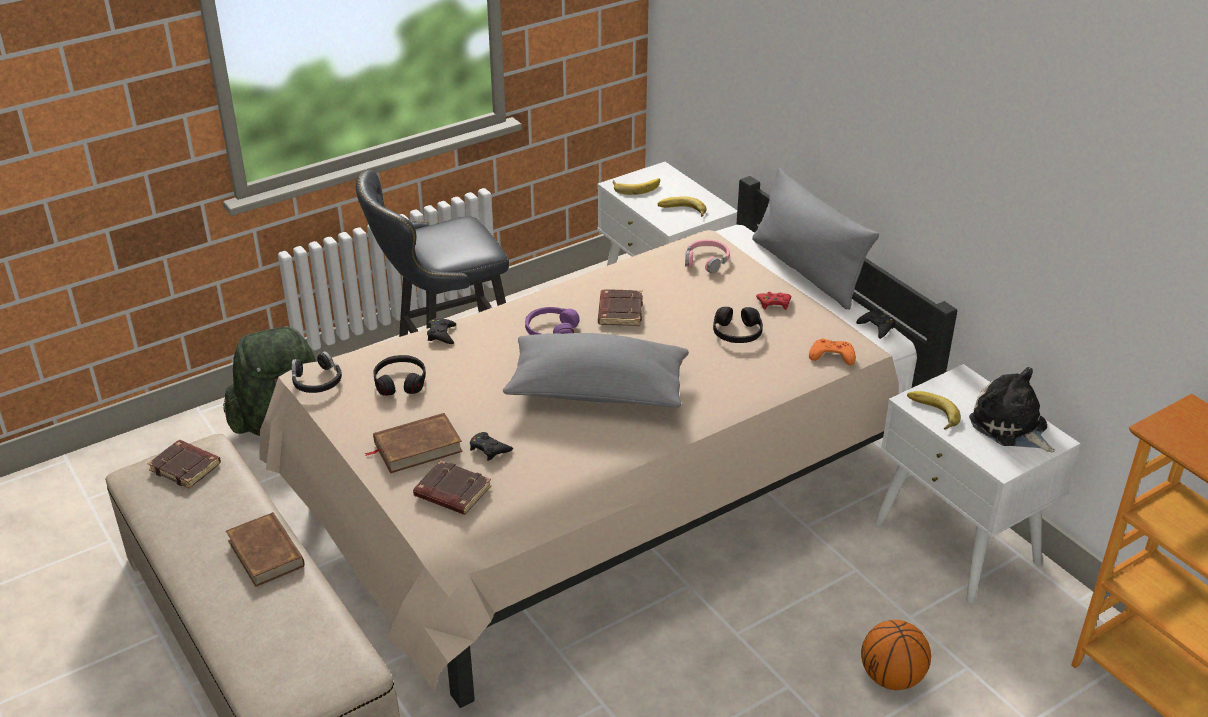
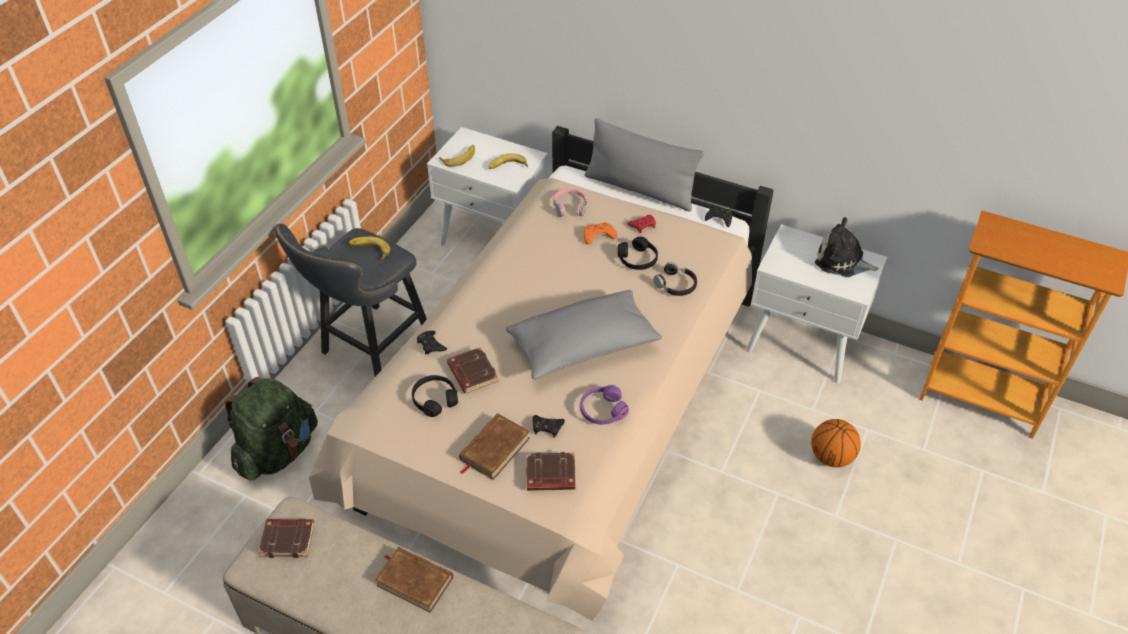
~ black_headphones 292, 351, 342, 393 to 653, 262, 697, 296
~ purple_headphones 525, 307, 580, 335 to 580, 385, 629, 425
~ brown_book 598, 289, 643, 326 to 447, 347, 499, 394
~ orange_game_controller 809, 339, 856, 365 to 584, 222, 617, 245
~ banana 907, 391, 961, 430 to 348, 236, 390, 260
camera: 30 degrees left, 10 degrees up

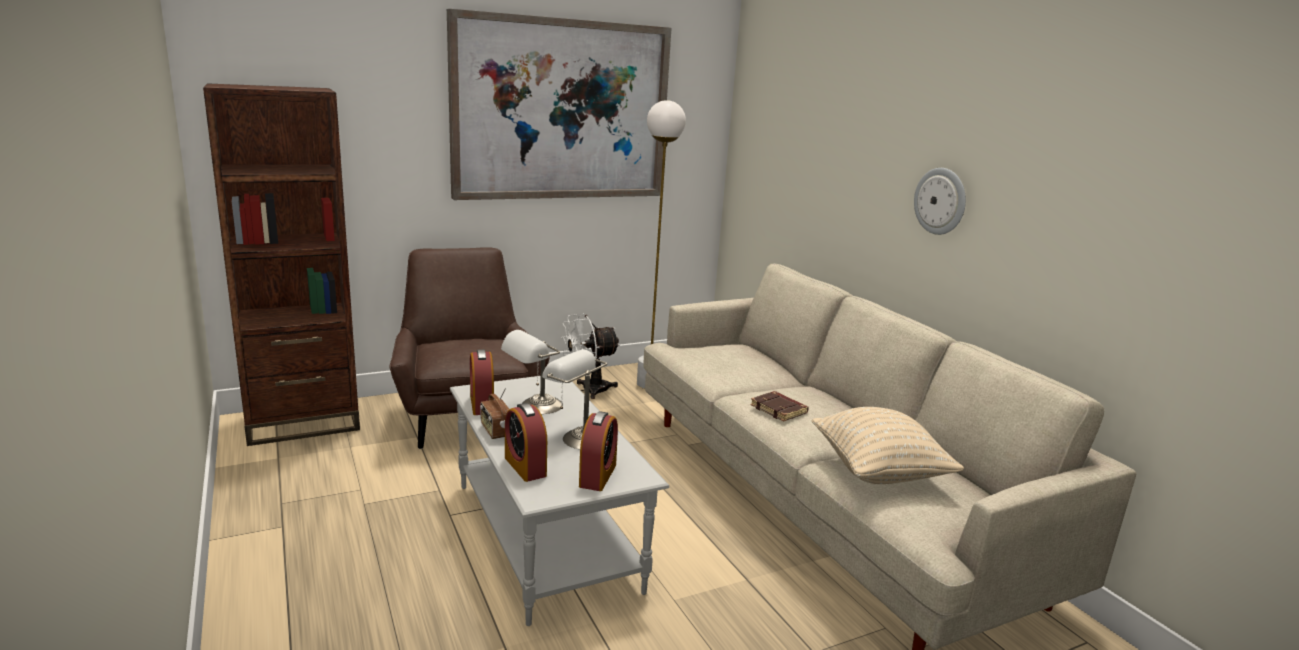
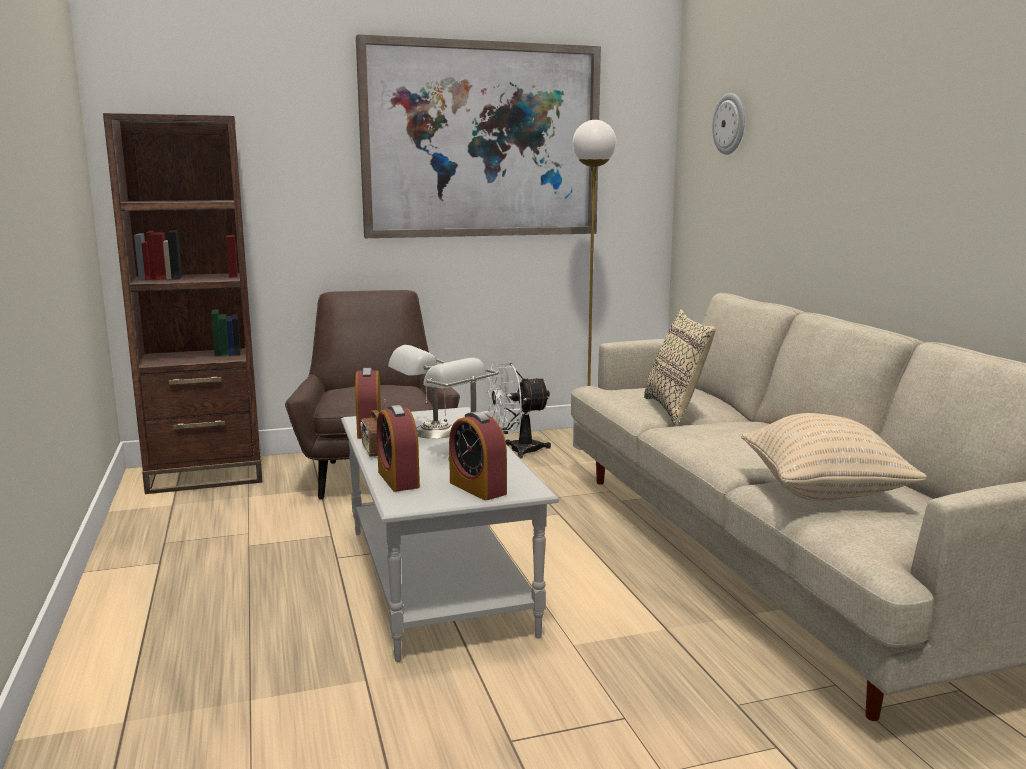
~ alarm_clock 579, 411, 618, 491 = 449, 411, 507, 500 120 degrees clockwise
- brown_book 750, 391, 809, 422
~ wall_clock 914, 168, 966, 235 to 712, 93, 745, 155
+ beige_pillow 644, 309, 716, 425
camera: 10 degrees right, 5 degrees down

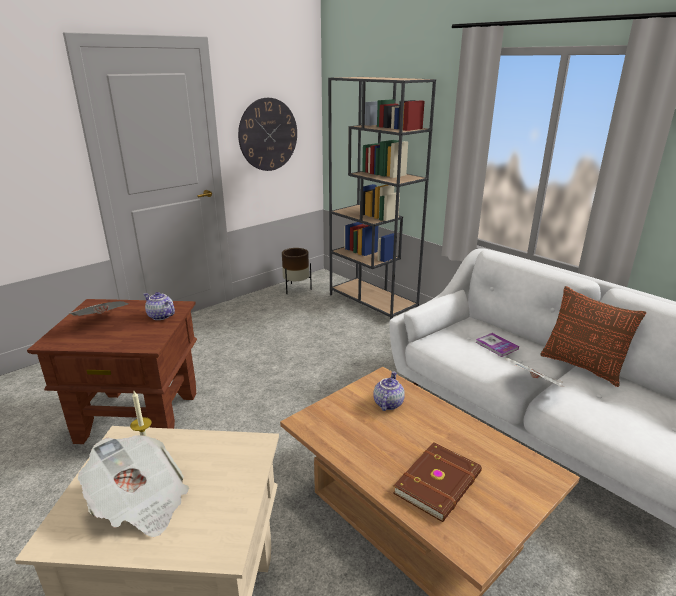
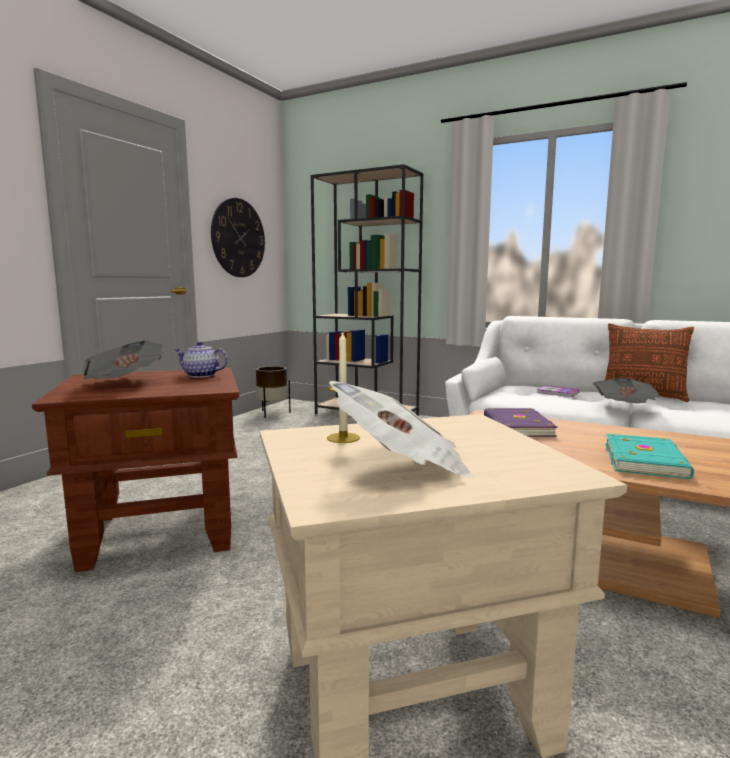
~ teapot 373, 371, 405, 411 to purple_book 484, 408, 558, 437
~ brown_book 393, 442, 482, 522 to turquoise_book 605, 434, 694, 479
camera: 20 degrees left, 15 degrees down

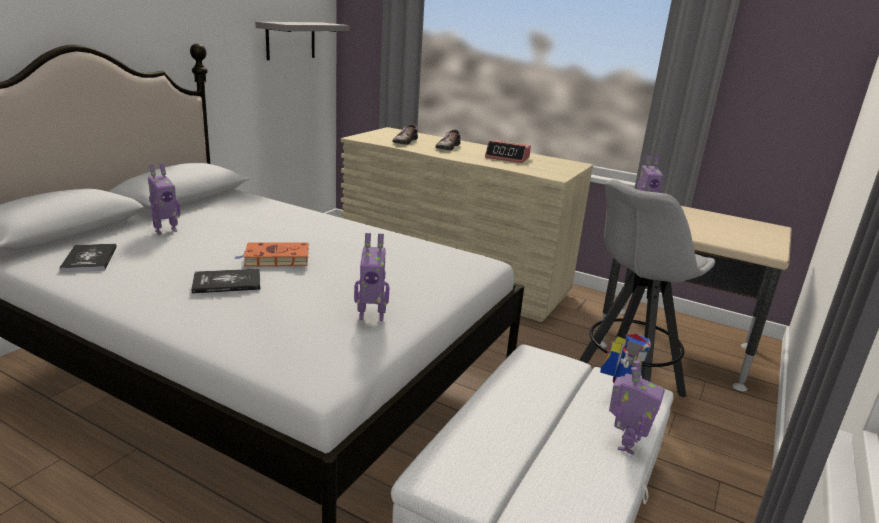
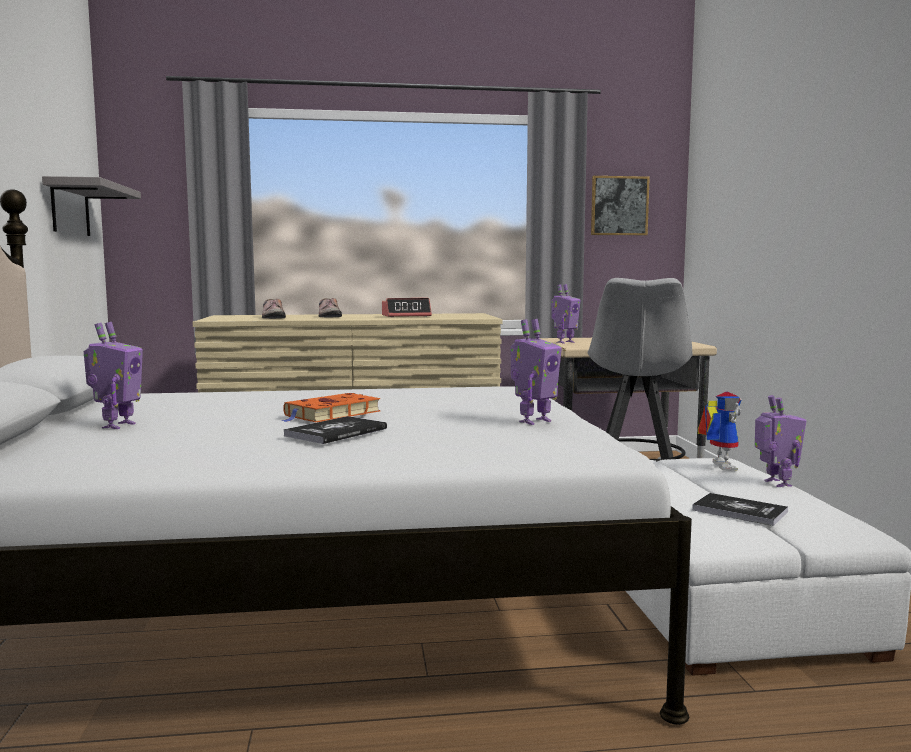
~ book 59, 244, 117, 273 to 692, 493, 788, 526
+ picture 591, 176, 650, 235
camera: 35 degrees left, 15 degrees down

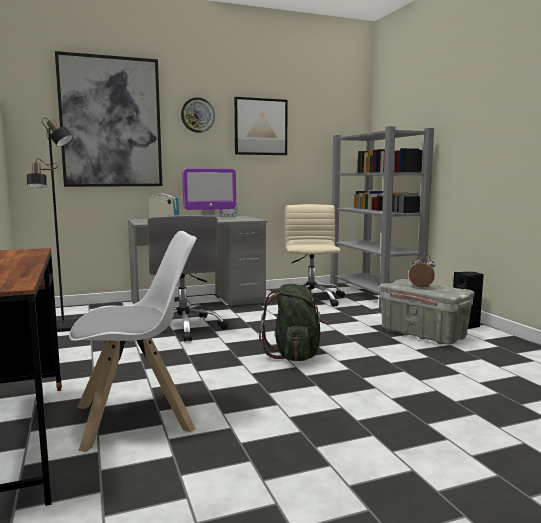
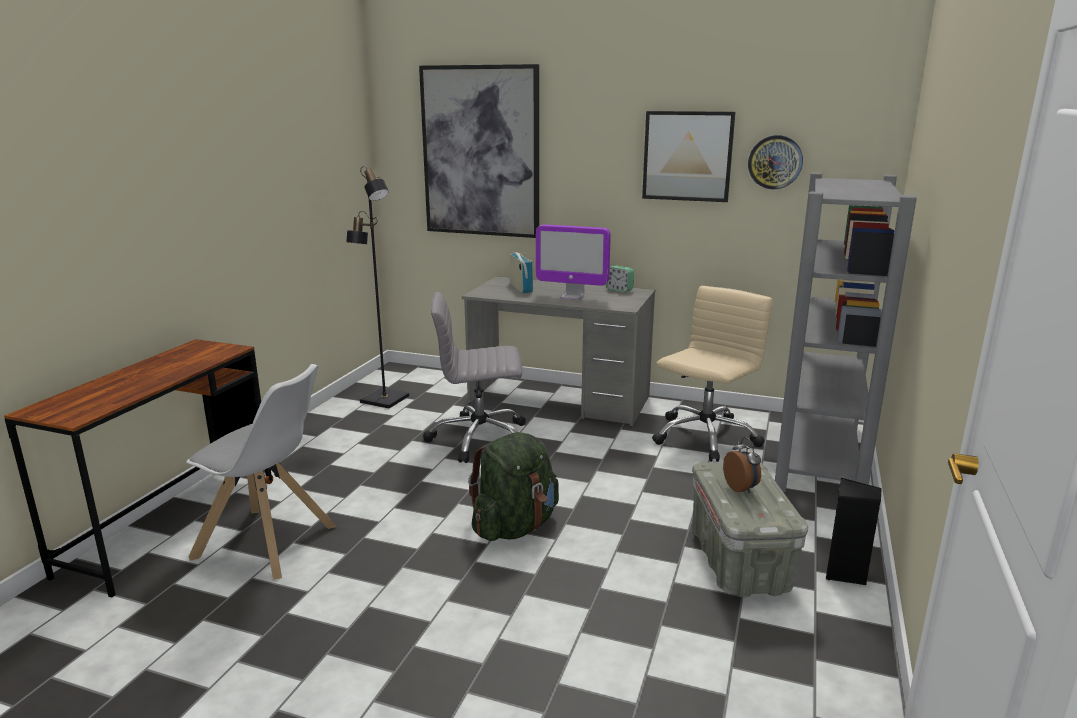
~ grey_office_chair 147, 215, 229, 341 = 423, 292, 526, 463 60 degrees clockwise
~ wall_clock 181, 97, 215, 133 to 748, 135, 803, 189
camera: 40 degrees right, 10 degrees up

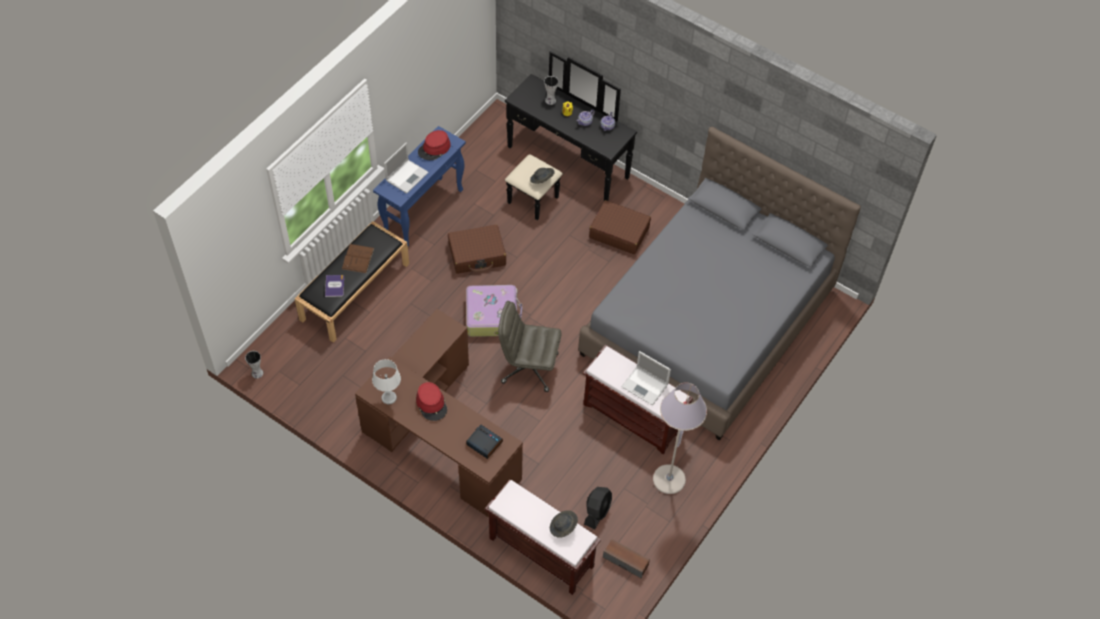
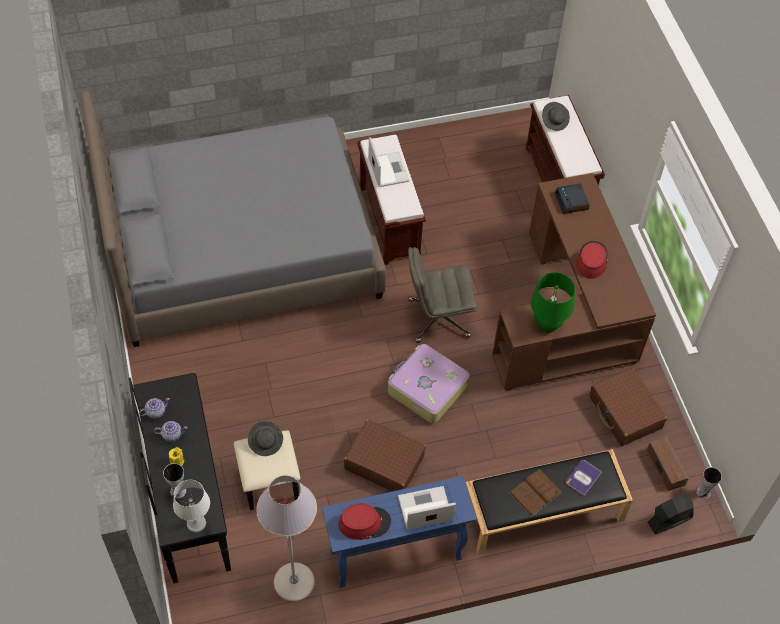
~ white_table_lamp 372, 359, 401, 404 to 173, 480, 210, 532
~ grey_office_chair 498, 301, 562, 392 = 408, 247, 477, 343 120 degrees clockwise
~ black_fan 584, 487, 612, 529 to 648, 493, 694, 534
~ brown_suitcase 589, 200, 651, 254 to 589, 368, 667, 446
~ speaker 603, 539, 650, 578 to 647, 437, 689, 491
~ grey_floor_lamp 653, 383, 707, 494 to 256, 475, 317, 601
+ green_table_lamp 531, 272, 575, 333
camera: 140 degrees left, 0 degrees up

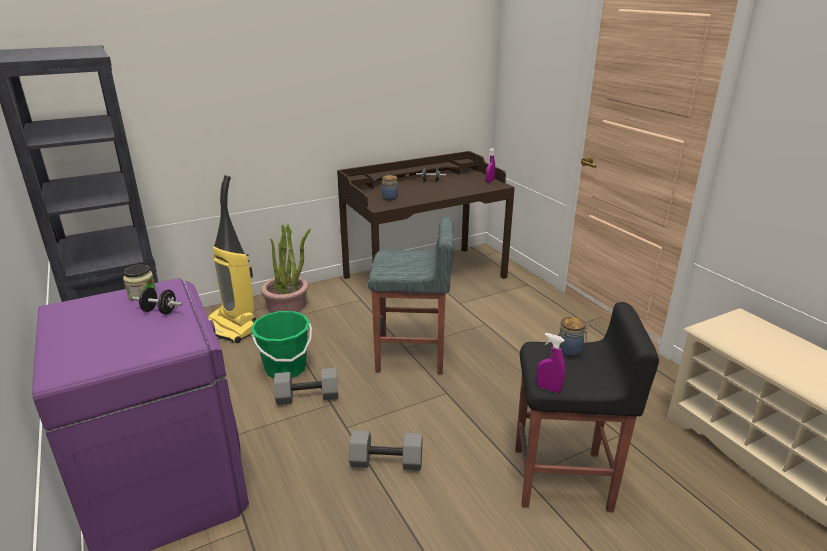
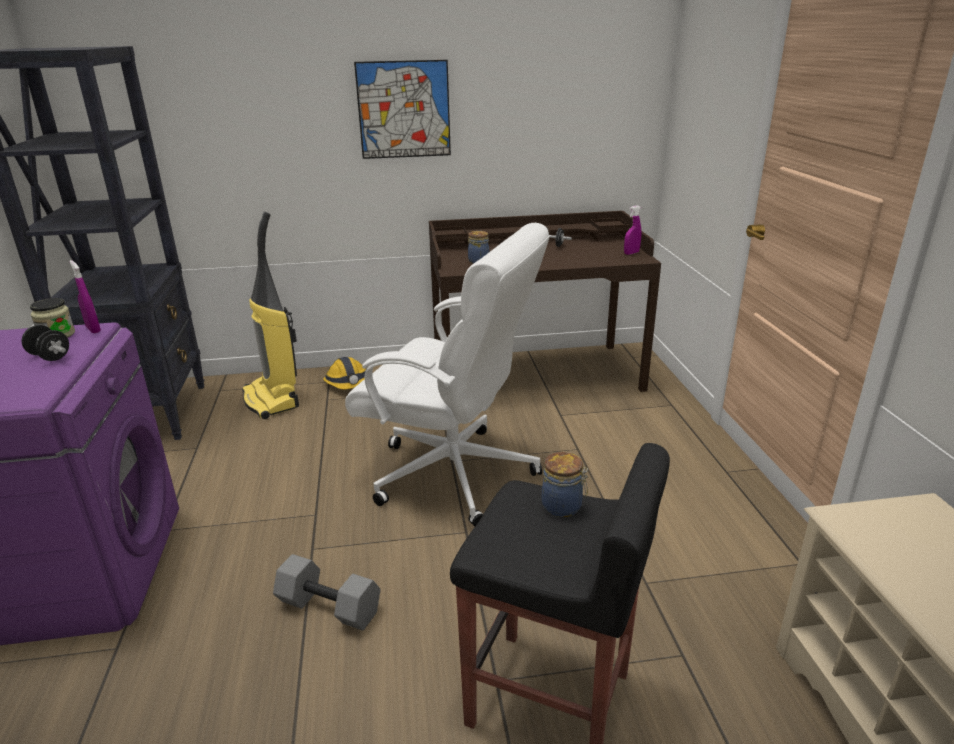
- green_bucket 251, 311, 312, 378
~ potted_plant 261, 224, 311, 313 to hard_hat 323, 357, 366, 389
- grey_dumbbell 274, 368, 338, 405
~ grey_stool 368, 217, 454, 374 to white_office_chair 345, 223, 550, 527
~ purple_spray_bottle 536, 333, 565, 393 to 70, 260, 101, 333
+ picture 354, 60, 451, 159
camera: 20 degrees right, 0 degrees up

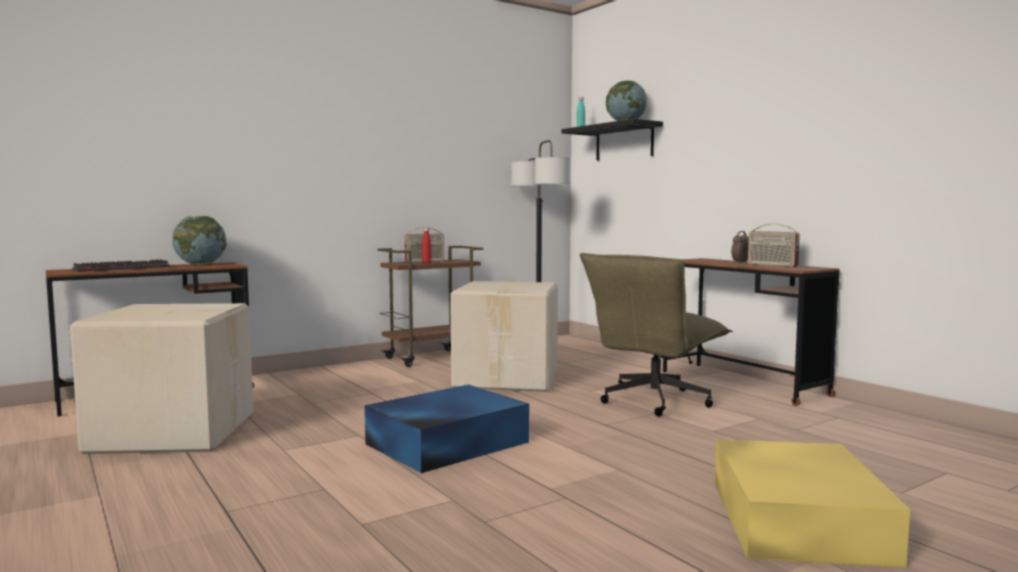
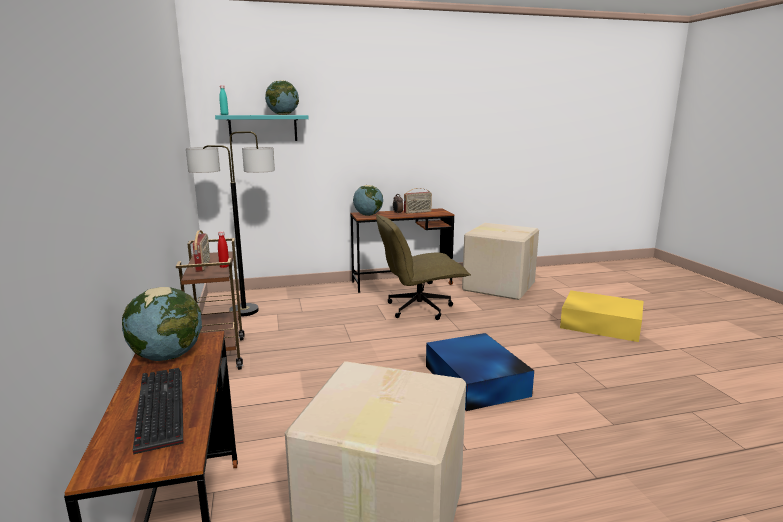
~ cardboard_box 450, 281, 558, 392 to 462, 223, 539, 300
~ black_shelf 562, 119, 663, 161 to turquoise_shelf 215, 115, 308, 141
~ beige_office_chair 580, 253, 733, 417 = 376, 214, 471, 320 105 degrees clockwise
+ globe 353, 185, 383, 216
camera: 70 degrees left, 10 degrees up

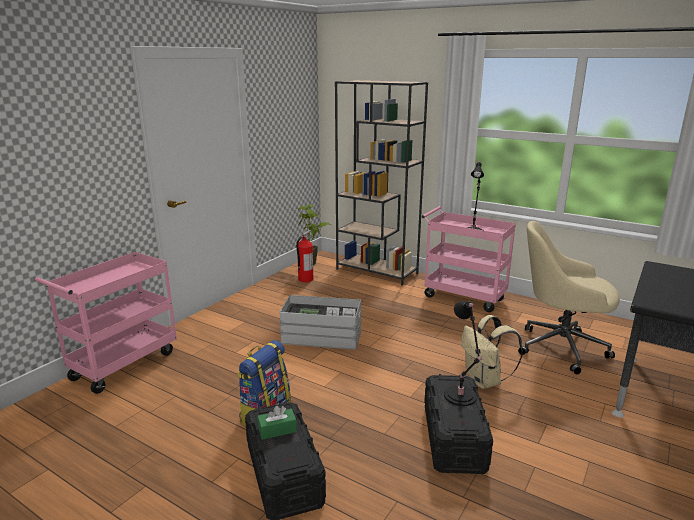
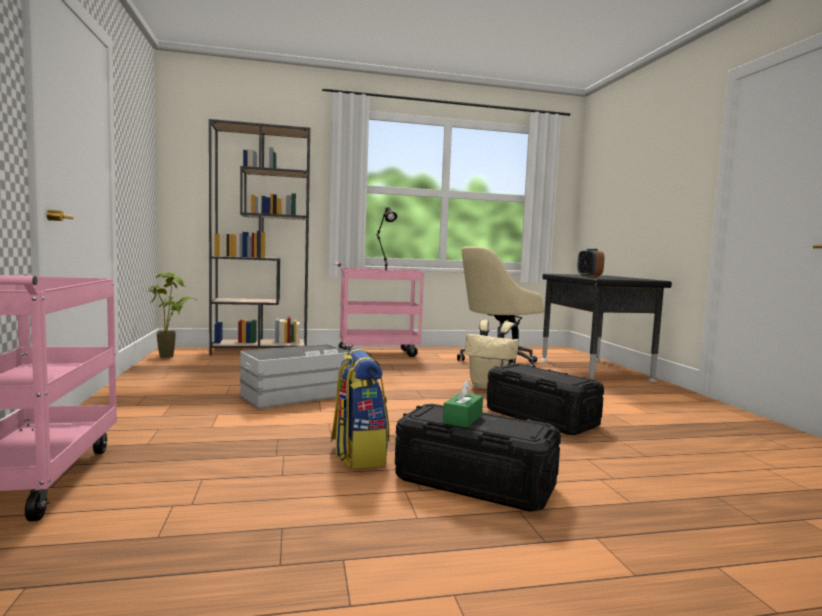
- fire_extinguisher 296, 230, 313, 283
- black_table_lamp 444, 301, 484, 406
+ alarm_clock 577, 249, 605, 277
camera: 45 degrees left, 15 degrees down

